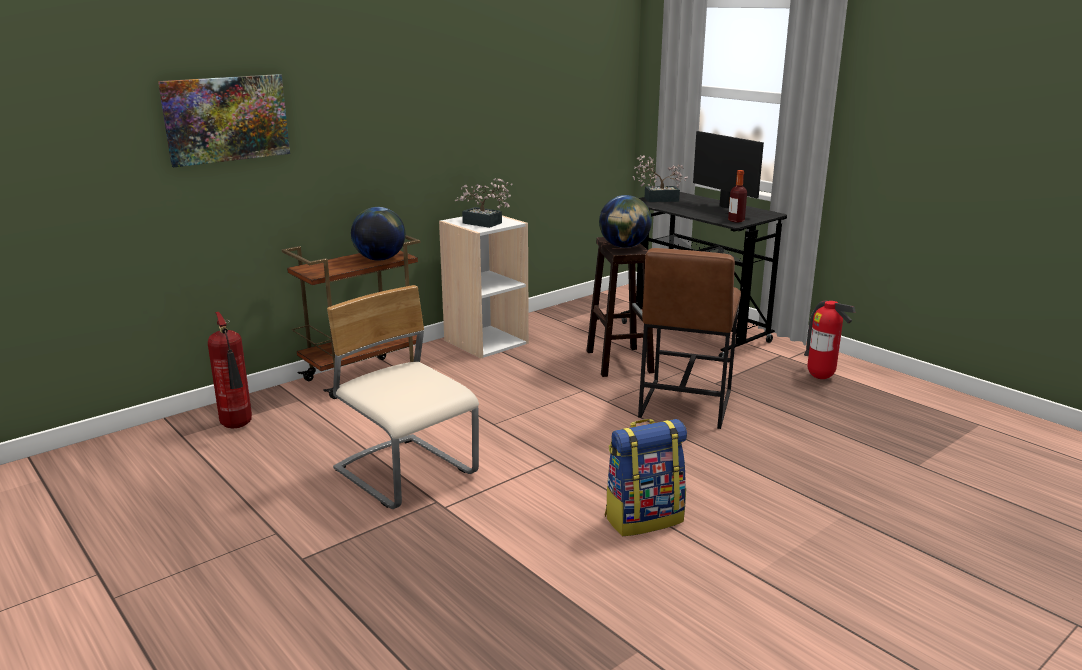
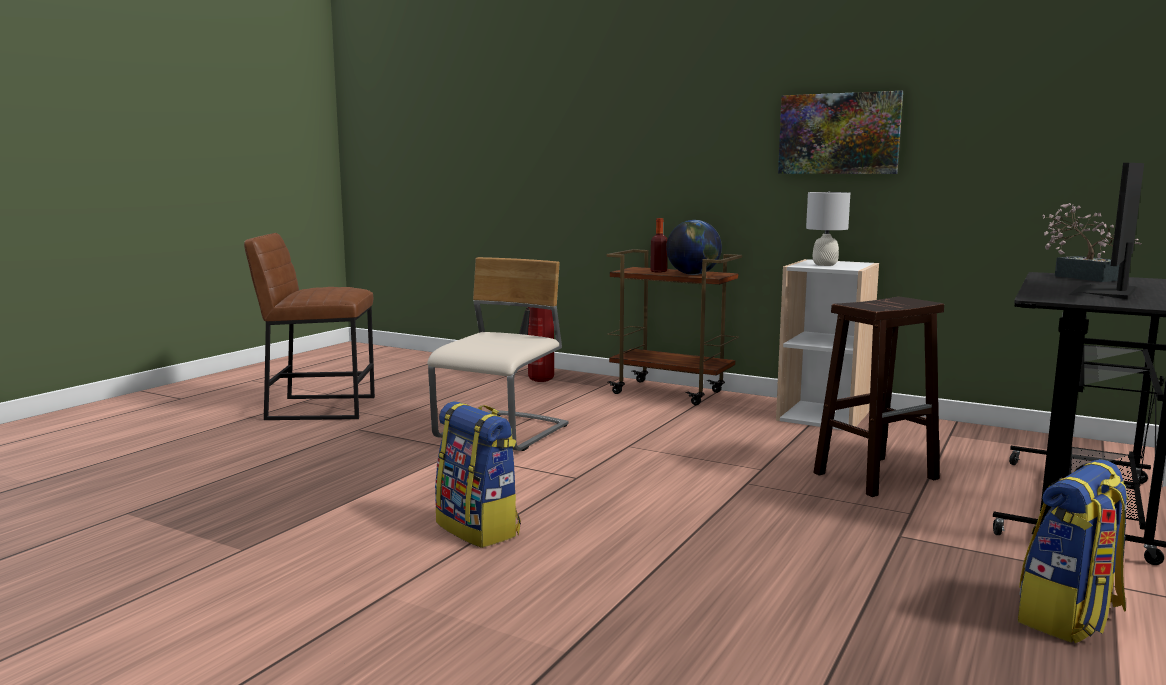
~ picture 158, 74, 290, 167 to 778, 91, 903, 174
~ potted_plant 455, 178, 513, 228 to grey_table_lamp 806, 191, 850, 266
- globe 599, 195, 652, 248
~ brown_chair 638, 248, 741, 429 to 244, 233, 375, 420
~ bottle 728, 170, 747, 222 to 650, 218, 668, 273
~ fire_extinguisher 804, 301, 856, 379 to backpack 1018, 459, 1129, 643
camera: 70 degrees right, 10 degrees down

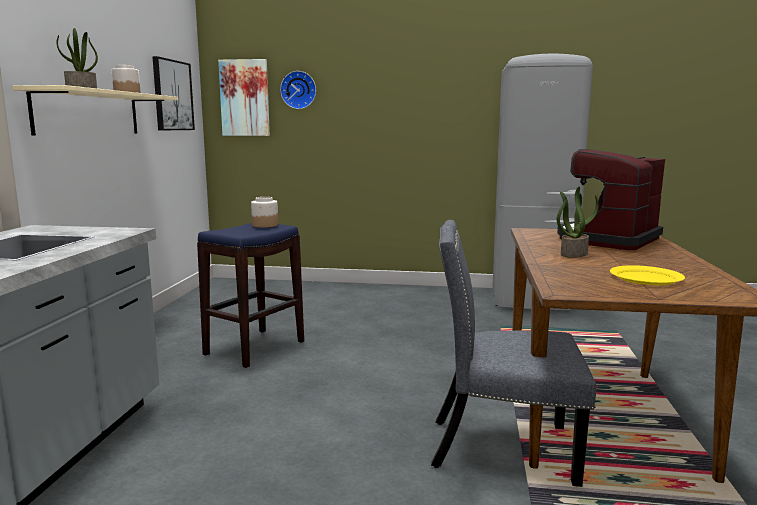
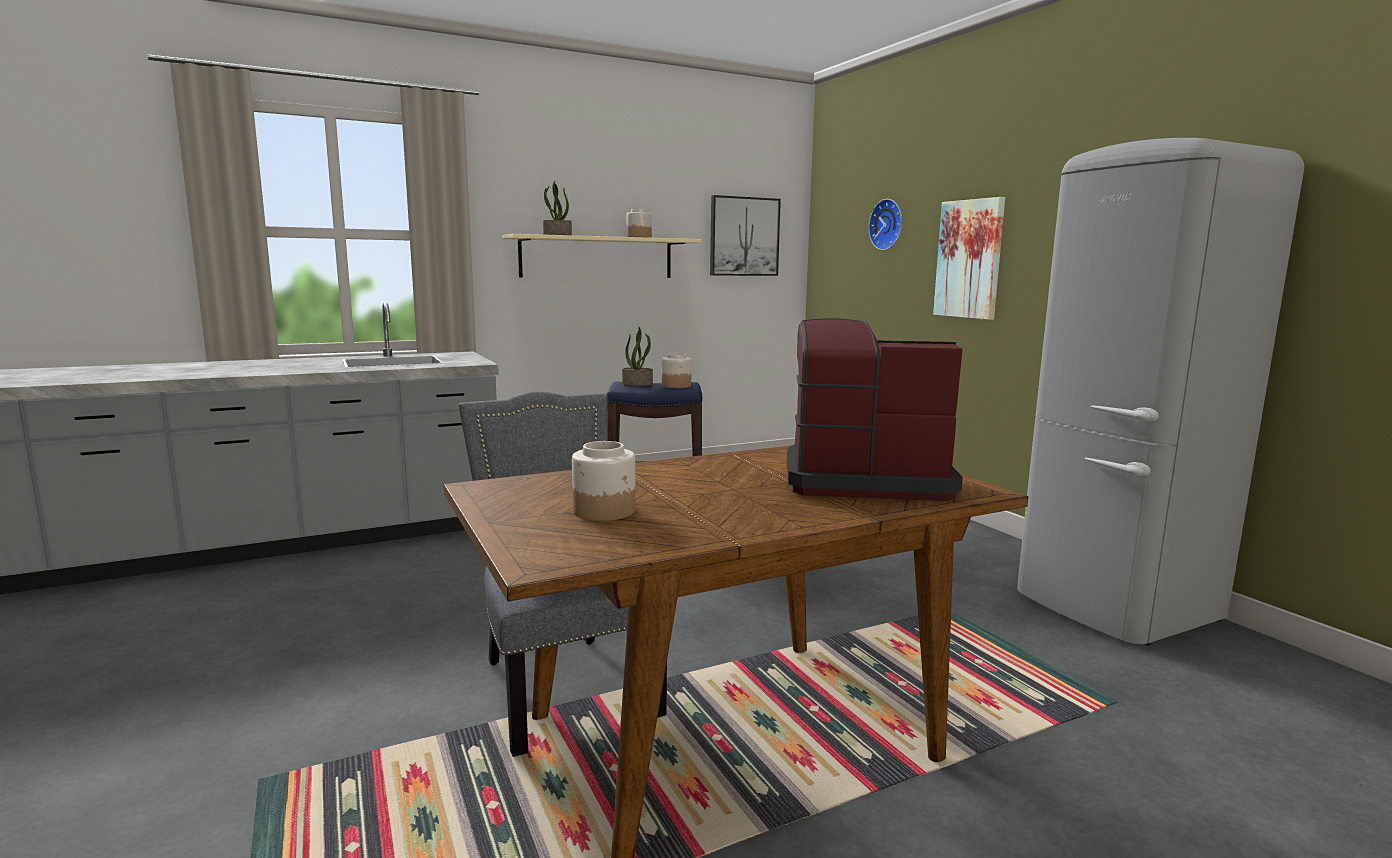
~ picture 218, 59, 270, 136 to 933, 197, 1005, 320
~ potted_plant 556, 187, 598, 258 to 622, 327, 653, 386
~ yellow_plate 610, 265, 685, 285 to jar 572, 441, 635, 521
camera: 55 degrees right, 0 degrees up

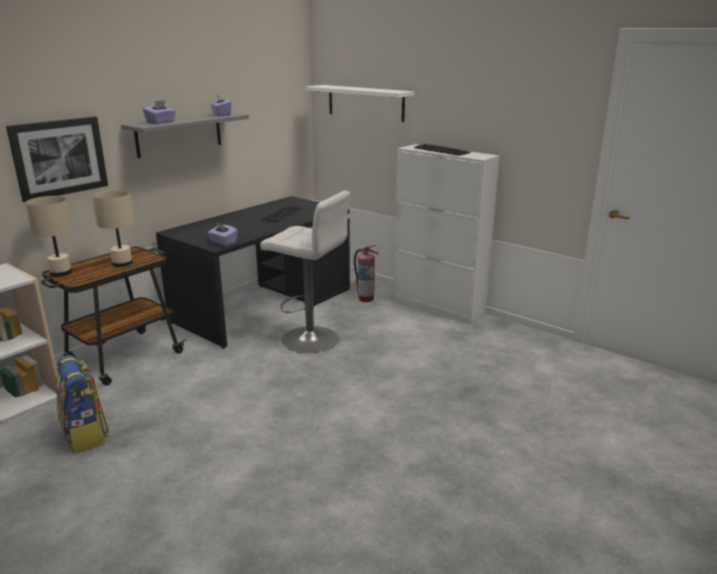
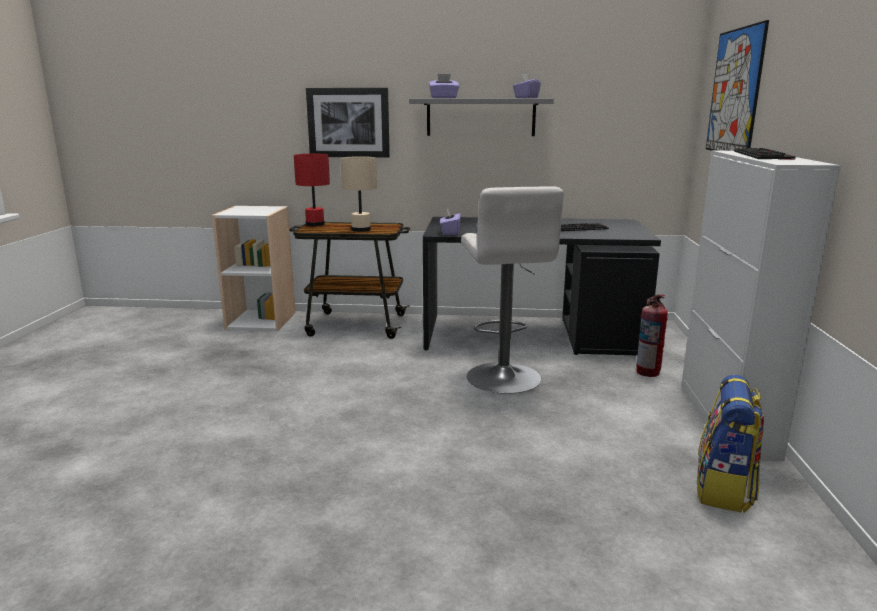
~ beige_table_lamp 25, 196, 73, 277 to red_table_lamp 294, 154, 330, 226
~ backpack 56, 355, 109, 454 to 697, 375, 764, 513
~ white_shelf 305, 85, 414, 122 to picture 706, 20, 769, 151
camera: 55 degrees right, 5 degrees down

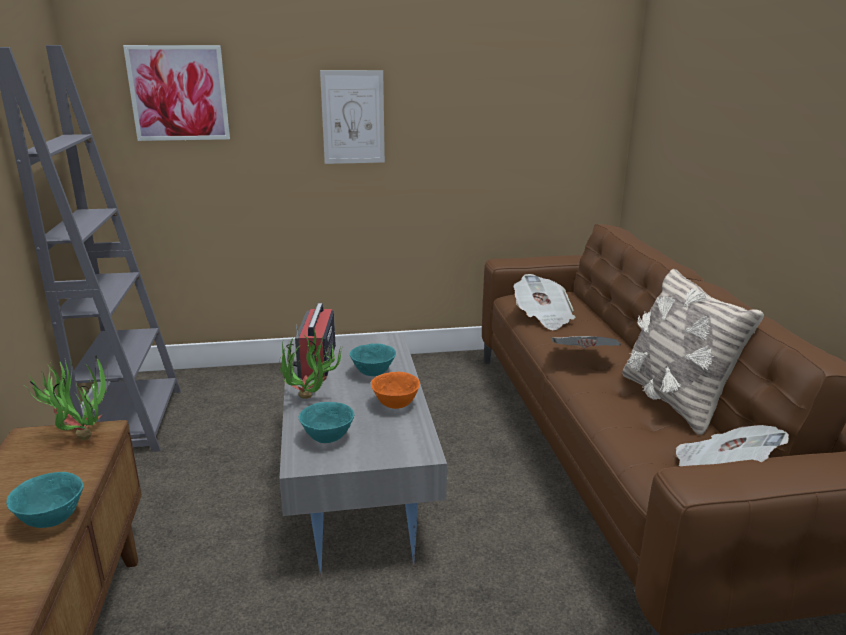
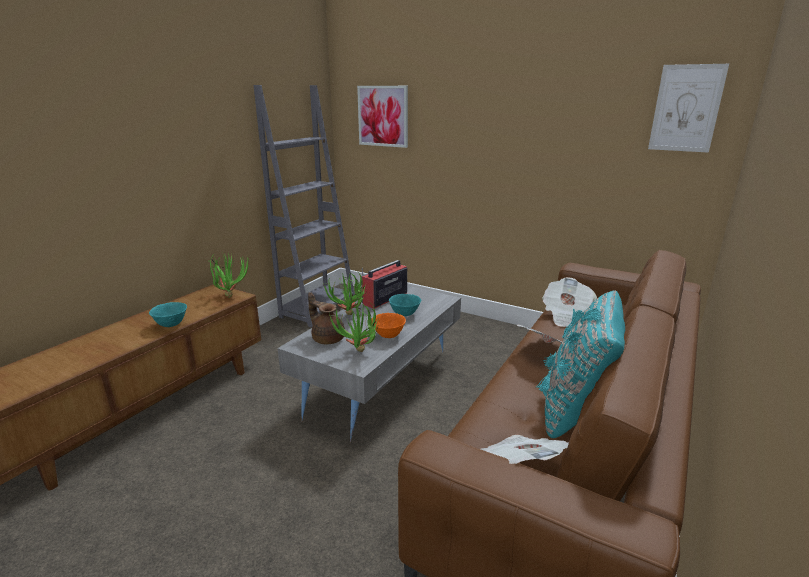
~ turquoise_bowl 299, 402, 354, 443 to brown_teapot 308, 292, 345, 344
~ picture 320, 70, 385, 164 to 648, 64, 729, 153
~ beige_pillow 622, 269, 764, 435 to turquoise_pillow 536, 290, 625, 438
+ potted_plant 329, 303, 379, 352
camera: 40 degrees right, 0 degrees up

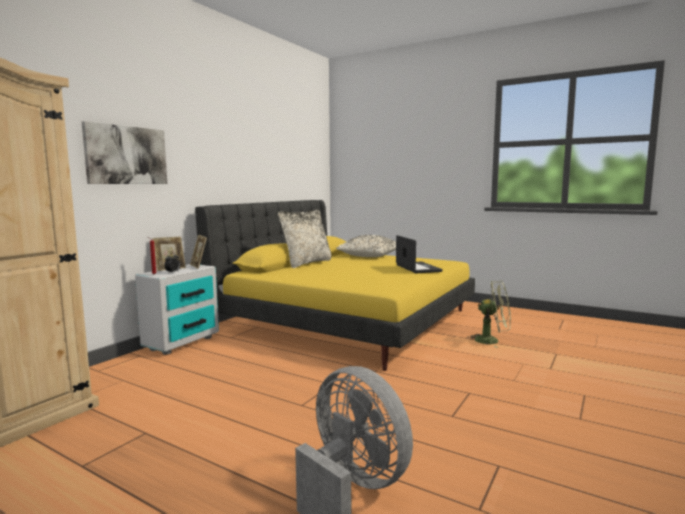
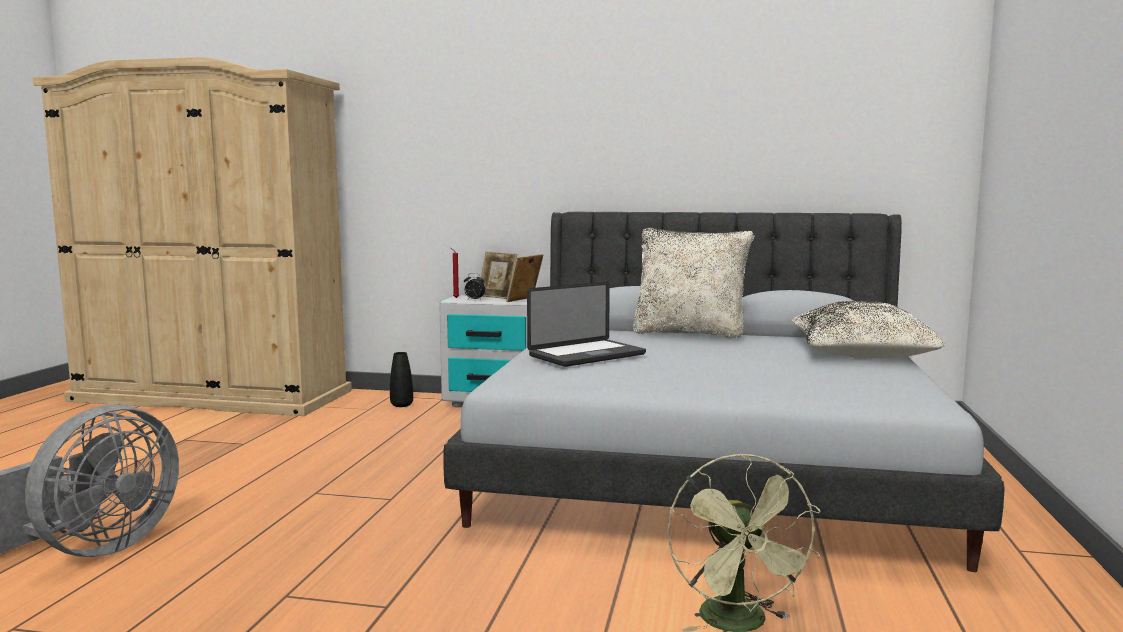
- picture 82, 121, 167, 184
~ yellow_bed 195, 200, 475, 371 to grey_bed 443, 212, 1005, 572
~ laptop 396, 235, 443, 273 to 527, 282, 646, 367
+ black_vase 390, 352, 413, 407
camera: 70 degrees right, 0 degrees up

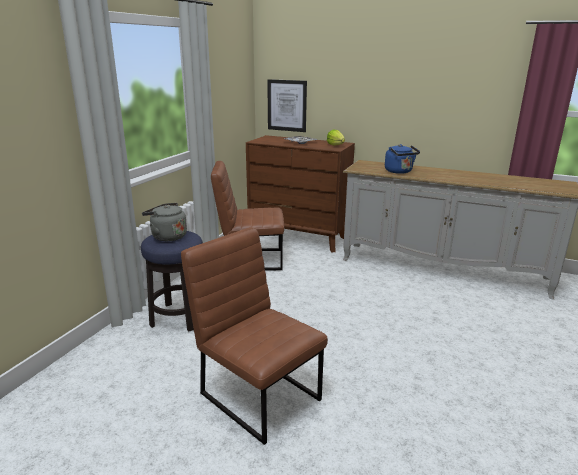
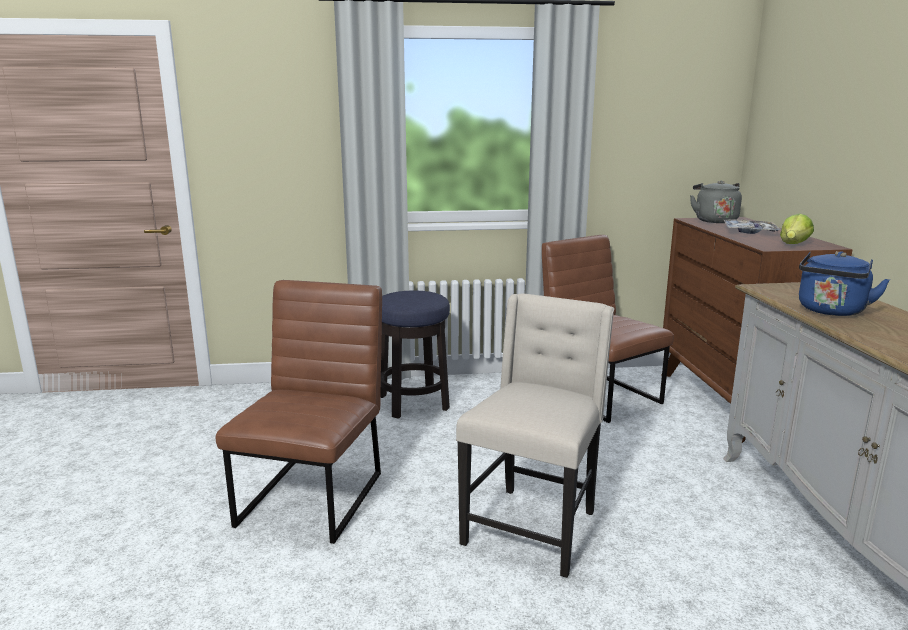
~ grey_kettle 142, 203, 187, 241 to 690, 180, 742, 223
- picture 267, 79, 307, 132
+ beige_chair 456, 294, 614, 578
camera: 60 degrees right, 5 degrees down

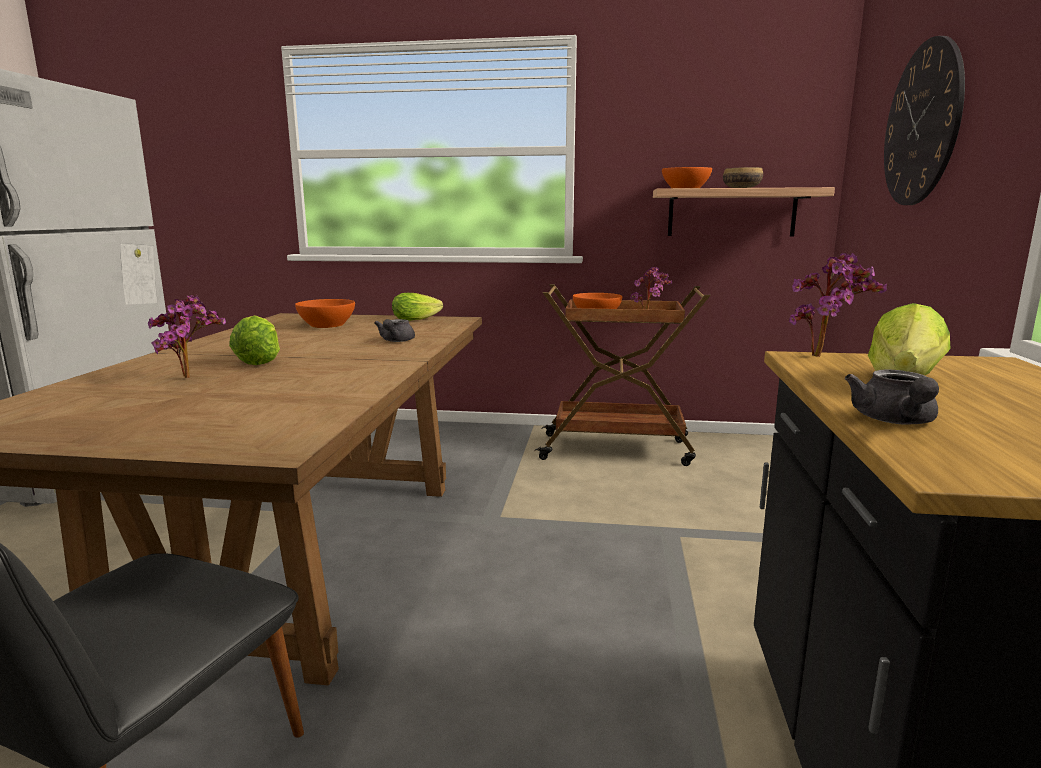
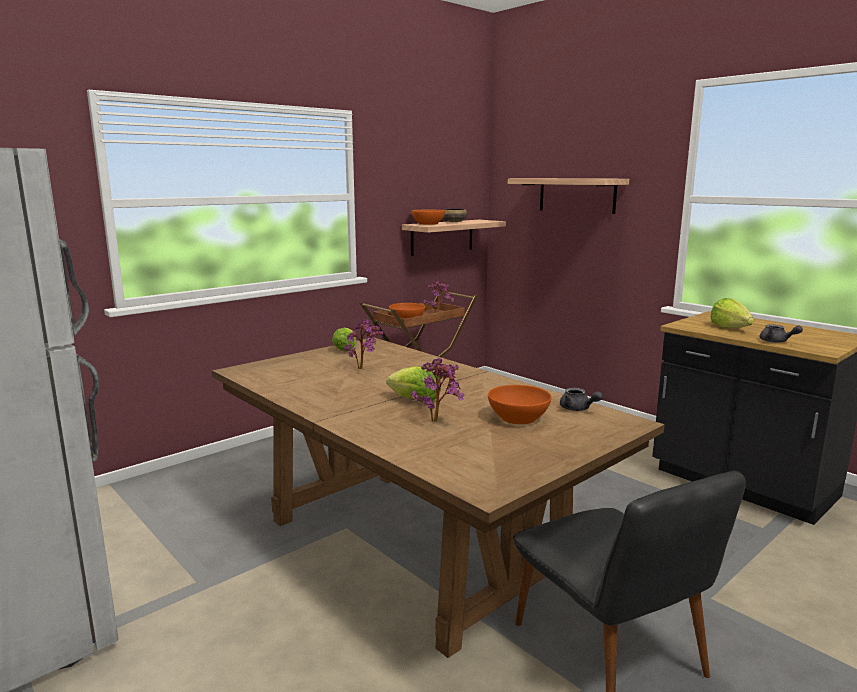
~ orange_bowl 295, 299, 355, 328 to 488, 385, 552, 425
~ grey_teapot 374, 319, 415, 342 to 560, 388, 603, 411
~ potted_plant 789, 253, 887, 357 to 344, 319, 383, 369
~ wall_clock 884, 36, 965, 205 to shelf 508, 178, 629, 214
camera: 50 degrees left, 0 degrees up

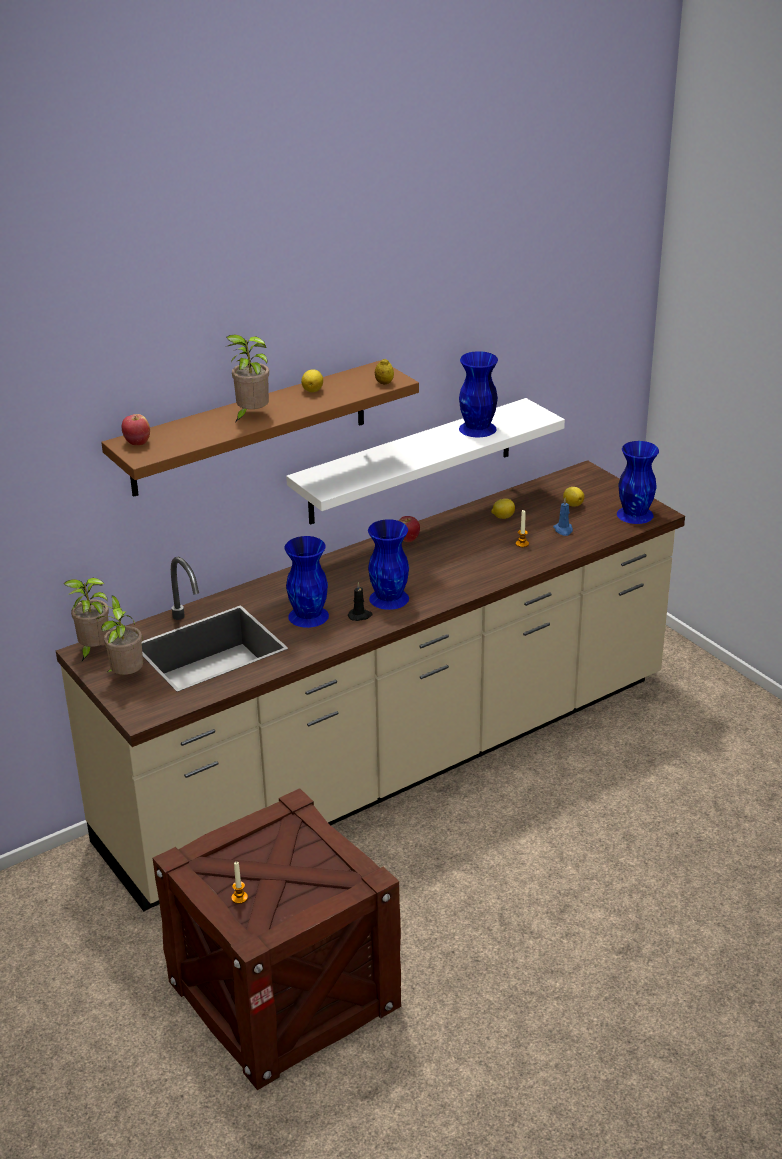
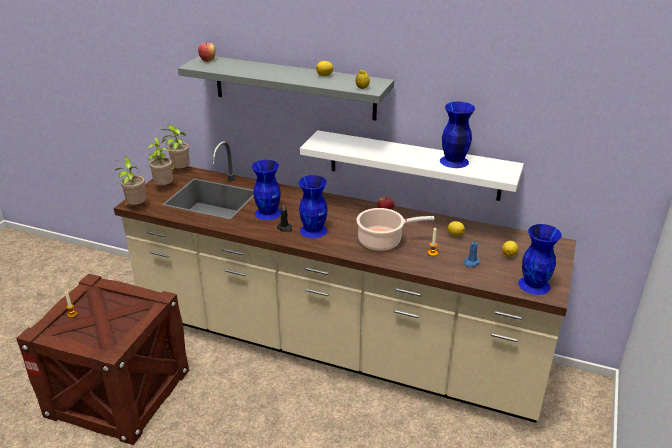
~ brown_shelf 101, 360, 419, 497 to grey_shelf 178, 56, 394, 121
~ potted_plant 225, 335, 269, 421 to 115, 156, 146, 205
+ cooking_pot 356, 208, 435, 251
camera: 55 degrees right, 0 degrees up

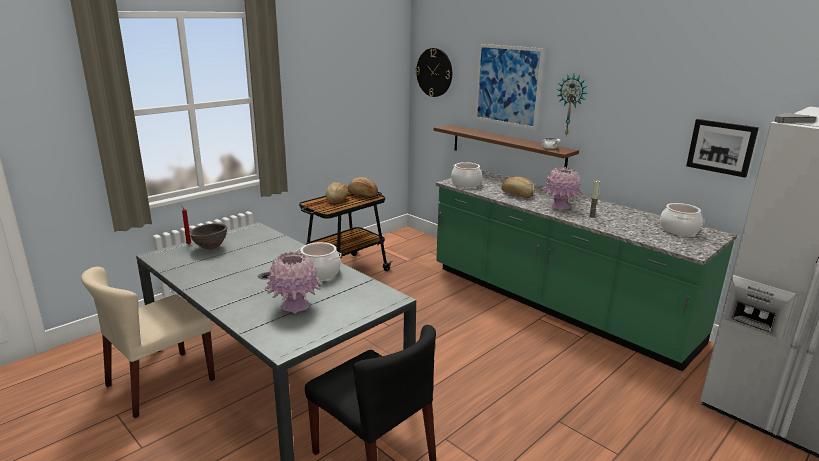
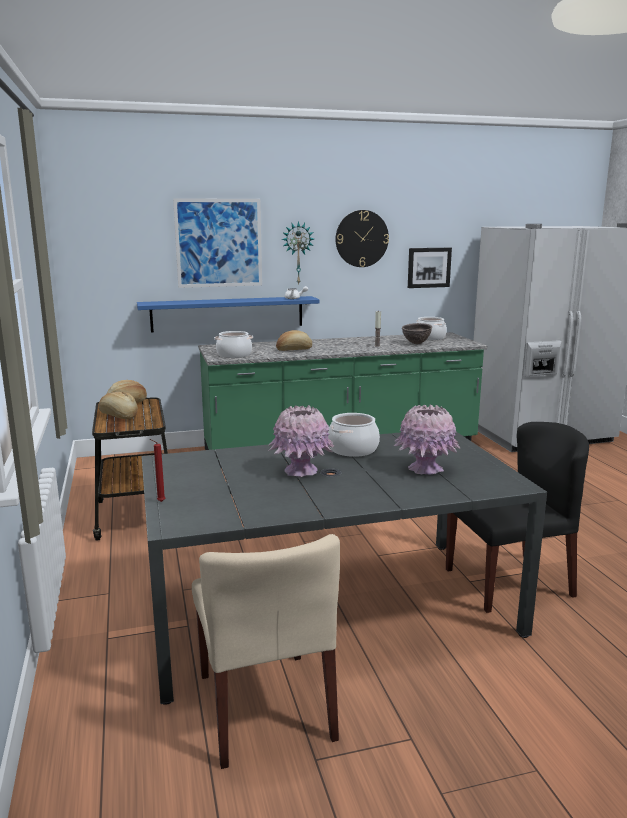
~ brown_bowl 189, 223, 228, 250 to 402, 323, 432, 344
~ wall_clock 416, 48, 452, 97 to 336, 210, 389, 267
~ brown_shelf 434, 125, 579, 168 to blue_shelf 137, 296, 320, 333
~ pink_vase 541, 167, 583, 210 to 268, 405, 334, 477
camera: 60 degrees left, 5 degrees down

